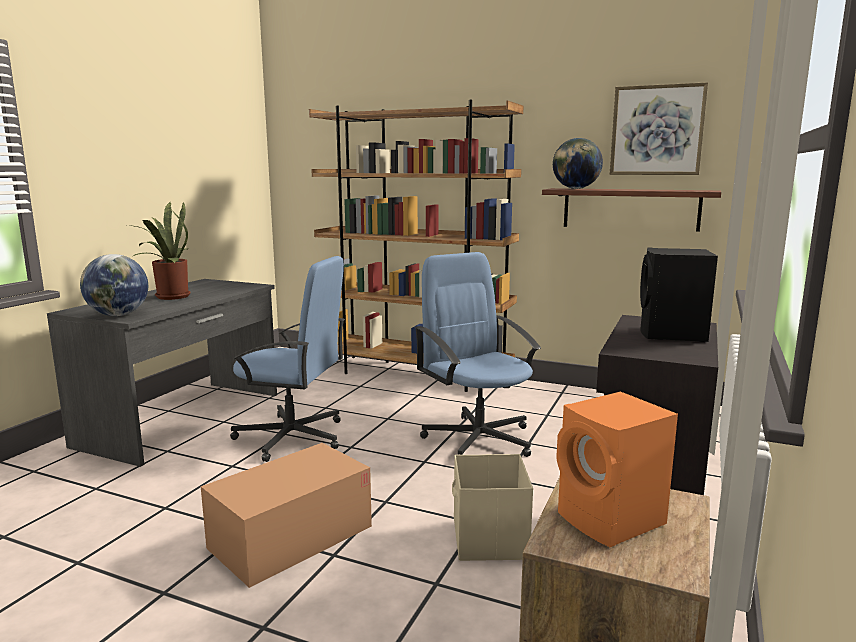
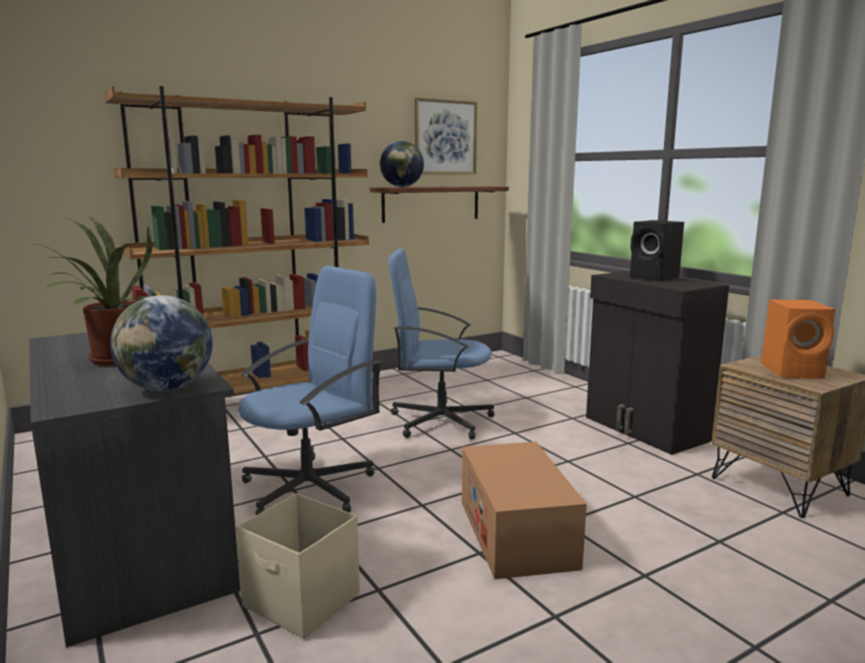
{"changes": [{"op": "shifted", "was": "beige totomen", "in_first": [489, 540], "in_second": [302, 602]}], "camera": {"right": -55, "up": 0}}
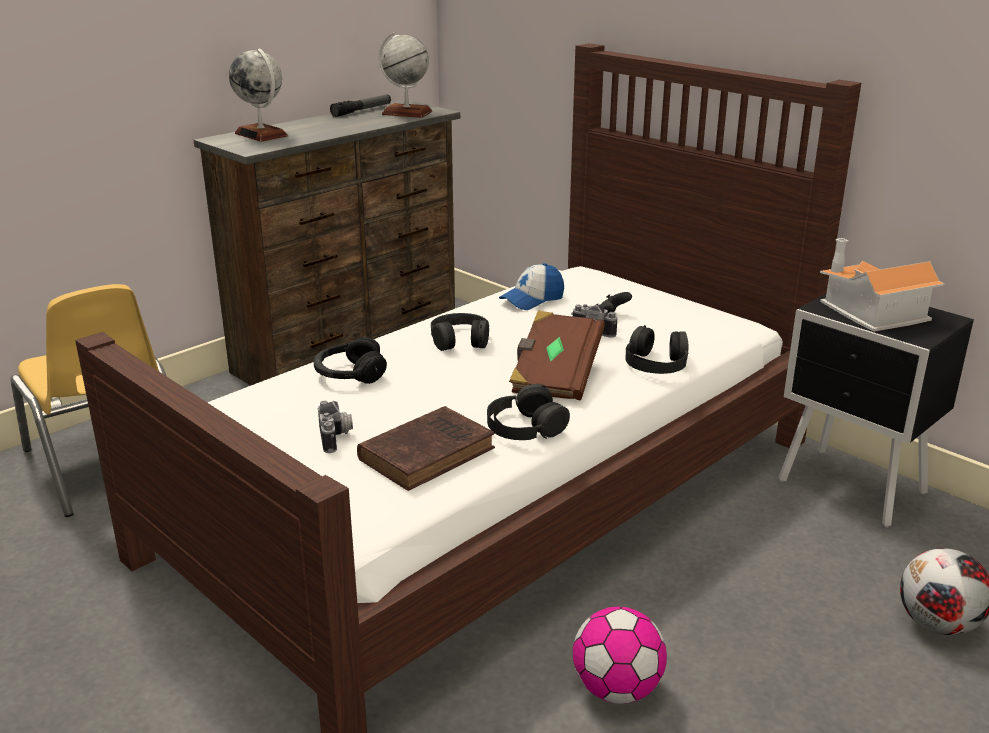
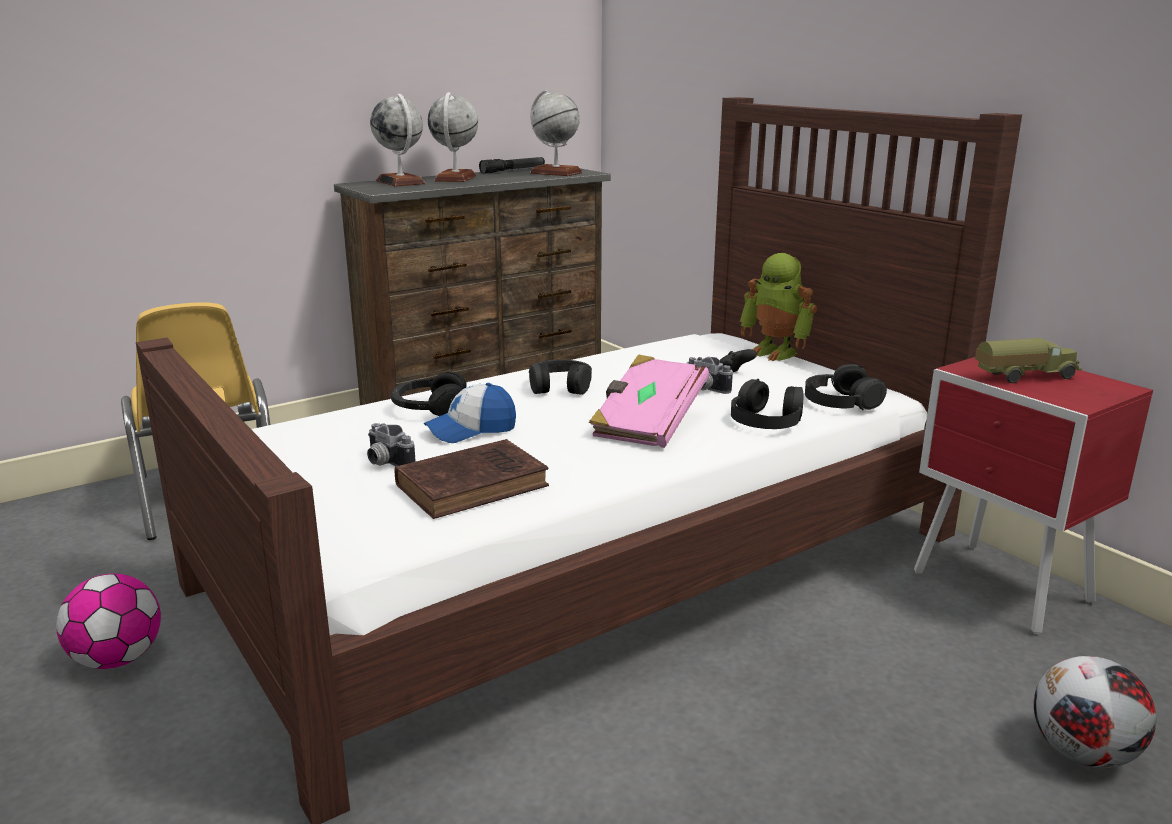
{"changes": [{"op": "new", "now": "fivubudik", "in_second": [455, 178]}, {"op": "new", "now": "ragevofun", "in_second": [775, 352]}, {"op": "shifted", "was": "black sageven", "in_first": [525, 426], "in_second": [841, 401]}, {"op": "shifted", "was": "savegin", "in_first": [532, 299], "in_second": [471, 430]}, {"op": "shifted", "was": "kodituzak", "in_first": [616, 689], "in_second": [118, 659]}, {"op": "swapped", "was": "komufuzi", "now": "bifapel", "in_first": [871, 313], "in_second": [1024, 377]}, {"op": "repainted", "was": "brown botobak", "now": "pink botobak", "in_first": [555, 376], "in_second": [647, 424]}, {"op": "repainted", "was": "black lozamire", "now": "red lozamire", "in_first": [853, 489], "in_second": [1003, 590]}, {"op": "rotated", "was": "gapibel", "in_first": [337, 437], "in_second": [385, 463], "clockwise": 135}], "camera": {"right": 10, "up": -5}}
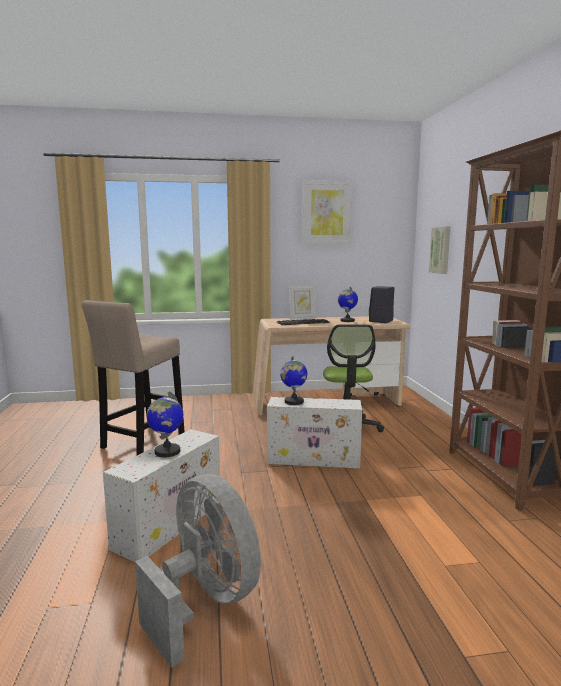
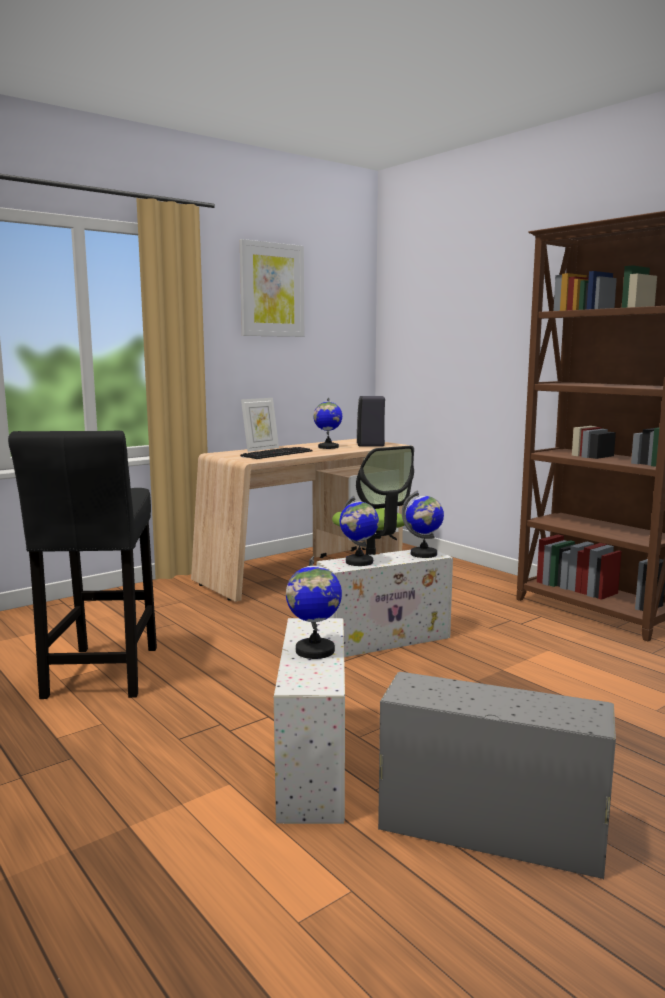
{"changes": [{"op": "gone", "was": "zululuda", "in_first": [441, 250]}, {"op": "new", "now": "fivubudik", "in_second": [424, 554]}, {"op": "swapped", "was": "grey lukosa", "now": "grey totomen", "in_first": [205, 601], "in_second": [486, 830]}, {"op": "repainted", "was": "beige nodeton", "now": "black nodeton", "in_first": [140, 442], "in_second": [101, 675]}], "camera": {"right": -30, "up": 0}}
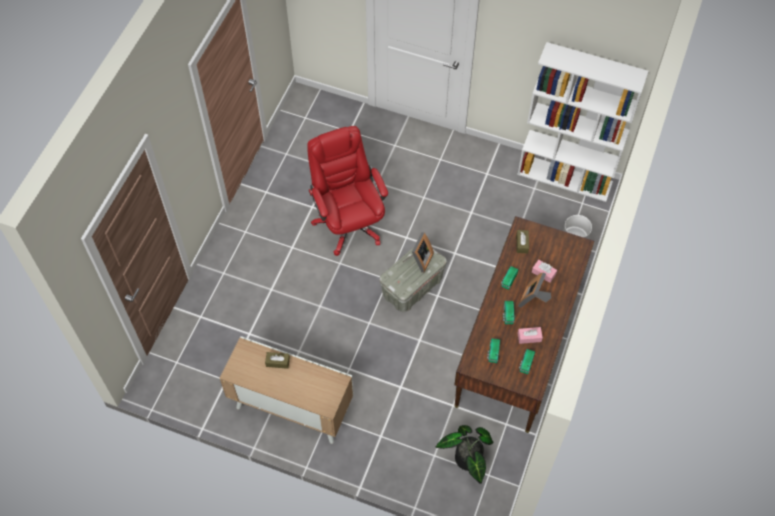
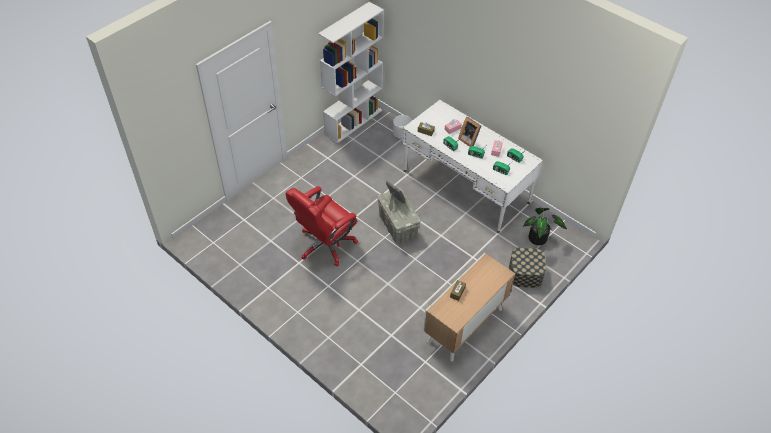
{"changes": [{"op": "new", "now": "totomen", "in_second": [525, 274]}, {"op": "repainted", "was": "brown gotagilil", "now": "white gotagilil", "in_first": [518, 344], "in_second": [465, 186]}, {"op": "rotated", "was": "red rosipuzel", "in_first": [349, 223], "in_second": [325, 245], "clockwise": -45}], "camera": {"right": -70, "up": -10}}
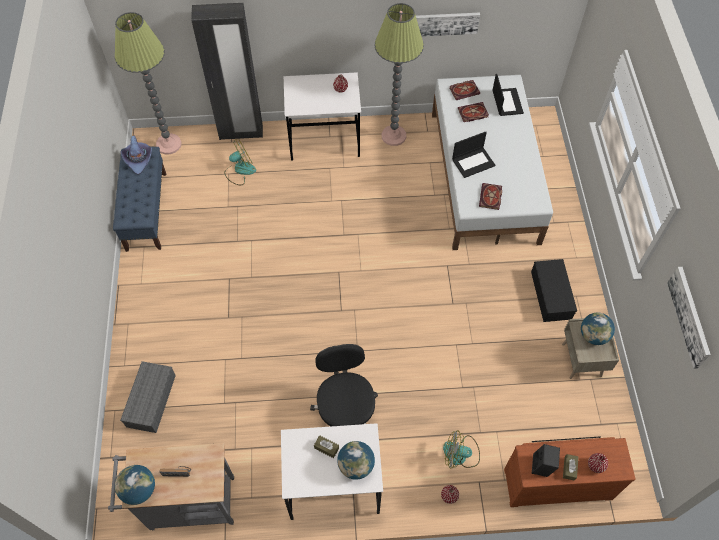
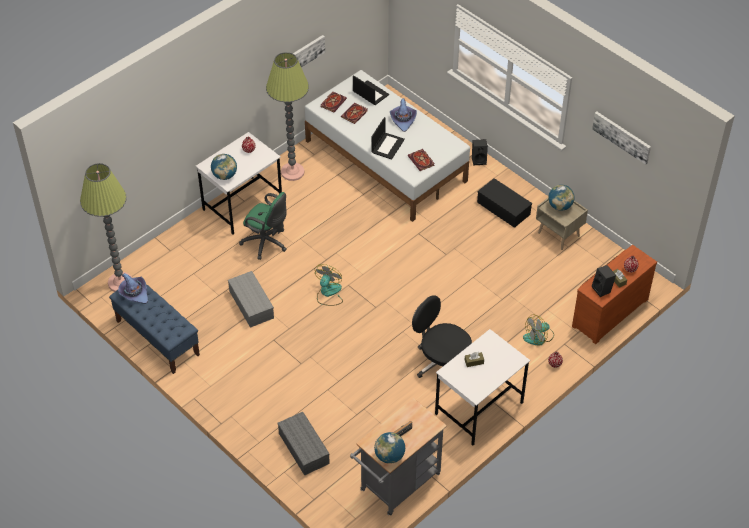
{"changes": [{"op": "gone", "was": "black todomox", "in_first": [241, 132]}, {"op": "new", "now": "grey totomen", "in_second": [250, 304]}, {"op": "new", "now": "green rosipuzel", "in_second": [267, 243]}, {"op": "new", "now": "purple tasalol", "in_second": [403, 119]}, {"op": "new", "now": "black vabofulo", "in_second": [479, 160]}, {"op": "shifted", "was": "lukosa", "in_first": [240, 170], "in_second": [328, 293]}, {"op": "shifted", "was": "fivubudik", "in_first": [356, 465], "in_second": [225, 175]}], "camera": {"right": -40, "up": -10}}
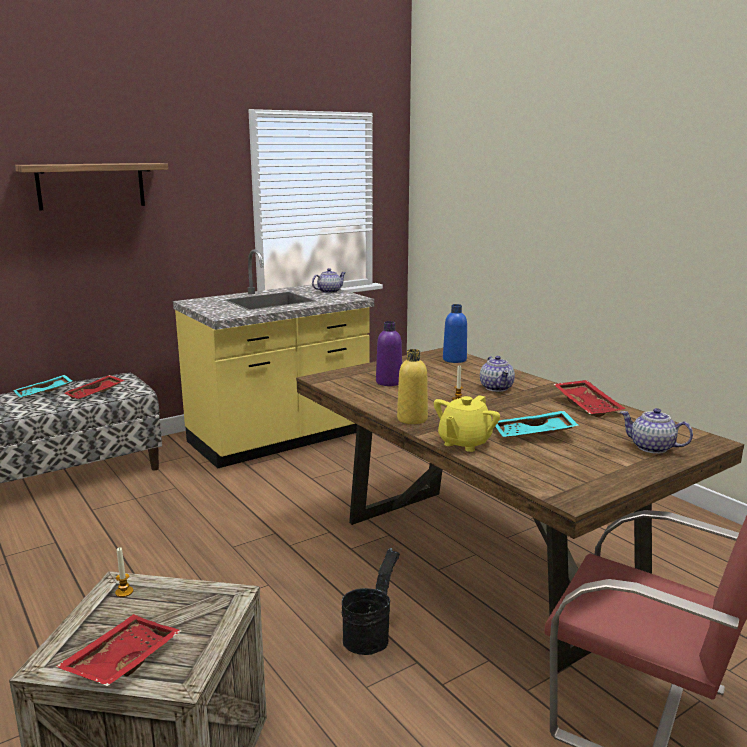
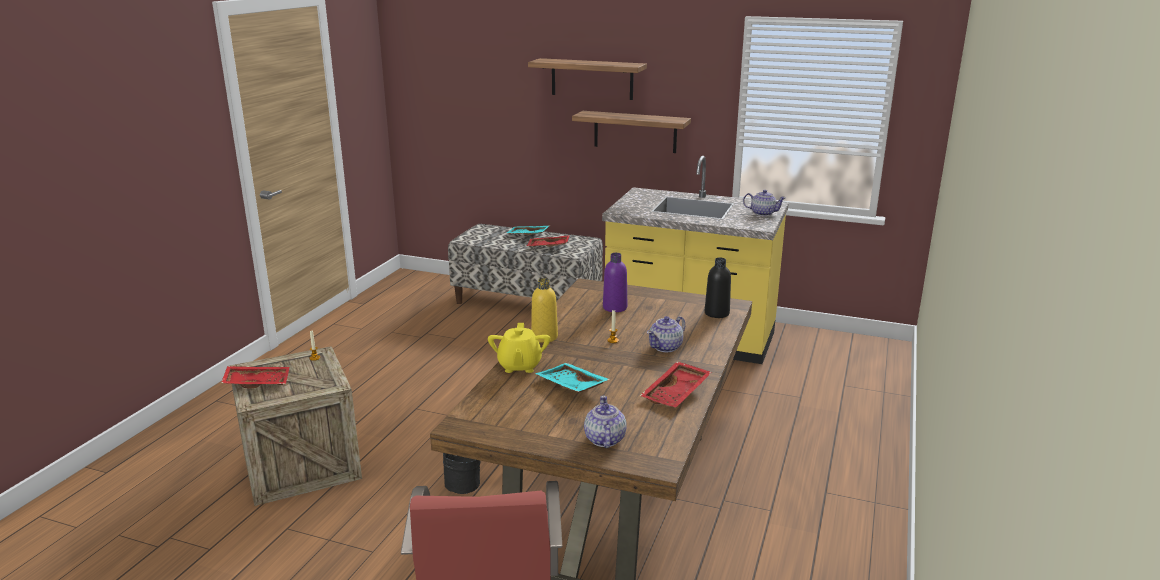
{"changes": [{"op": "new", "now": "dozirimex", "in_second": [635, 132]}, {"op": "repainted", "was": "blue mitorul", "now": "black mitorul", "in_first": [454, 360], "in_second": [716, 313]}, {"op": "rotated", "was": "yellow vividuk", "in_first": [464, 443], "in_second": [519, 366], "clockwise": -90}], "camera": {"right": 55, "up": 5}}
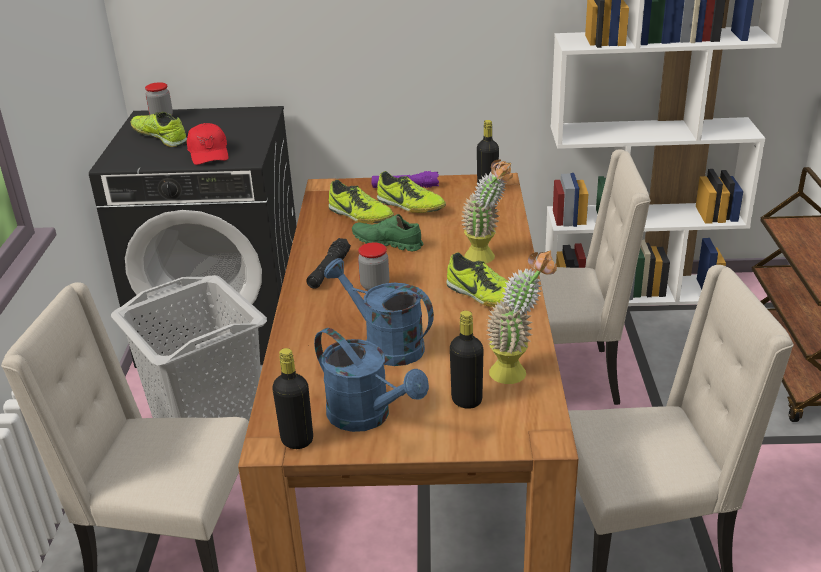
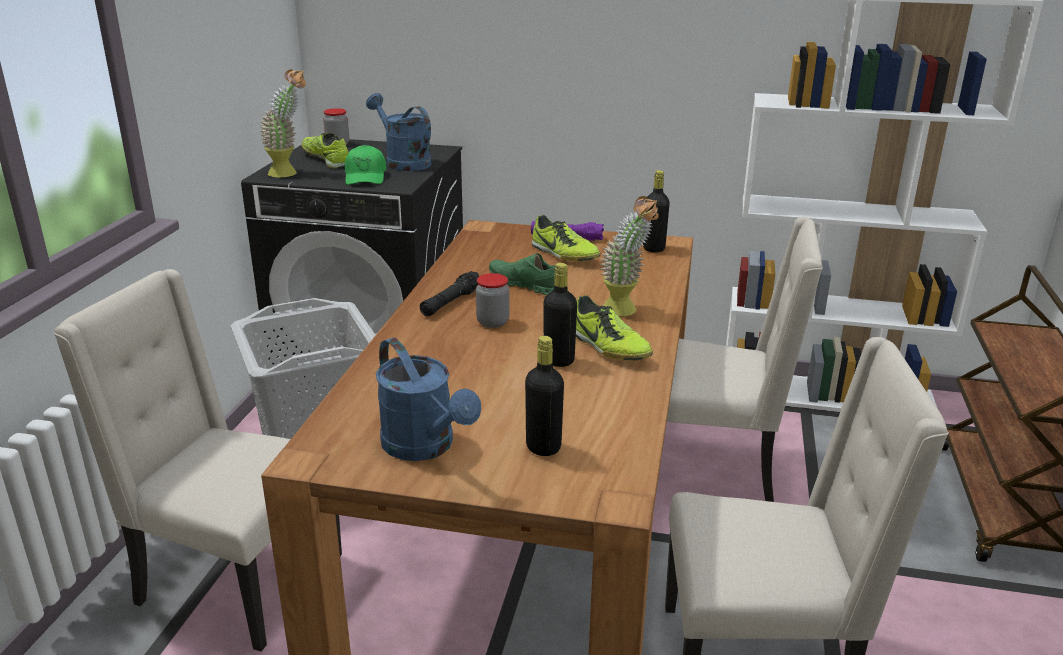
{"changes": [{"op": "gone", "was": "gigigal", "in_first": [360, 216]}, {"op": "shifted", "was": "black mitorul", "in_first": [297, 440], "in_second": [559, 360]}, {"op": "shifted", "was": "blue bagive", "in_first": [385, 345], "in_second": [403, 162]}, {"op": "shifted", "was": "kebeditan", "in_first": [517, 371], "in_second": [290, 173]}, {"op": "repainted", "was": "red savegin", "now": "green savegin", "in_first": [209, 153], "in_second": [366, 177]}], "camera": {"right": 10, "up": -5}}
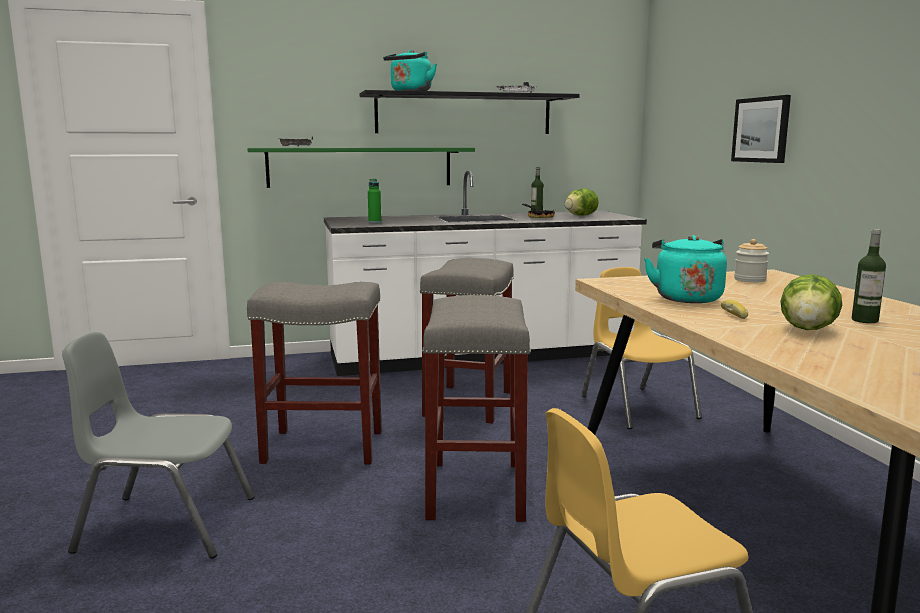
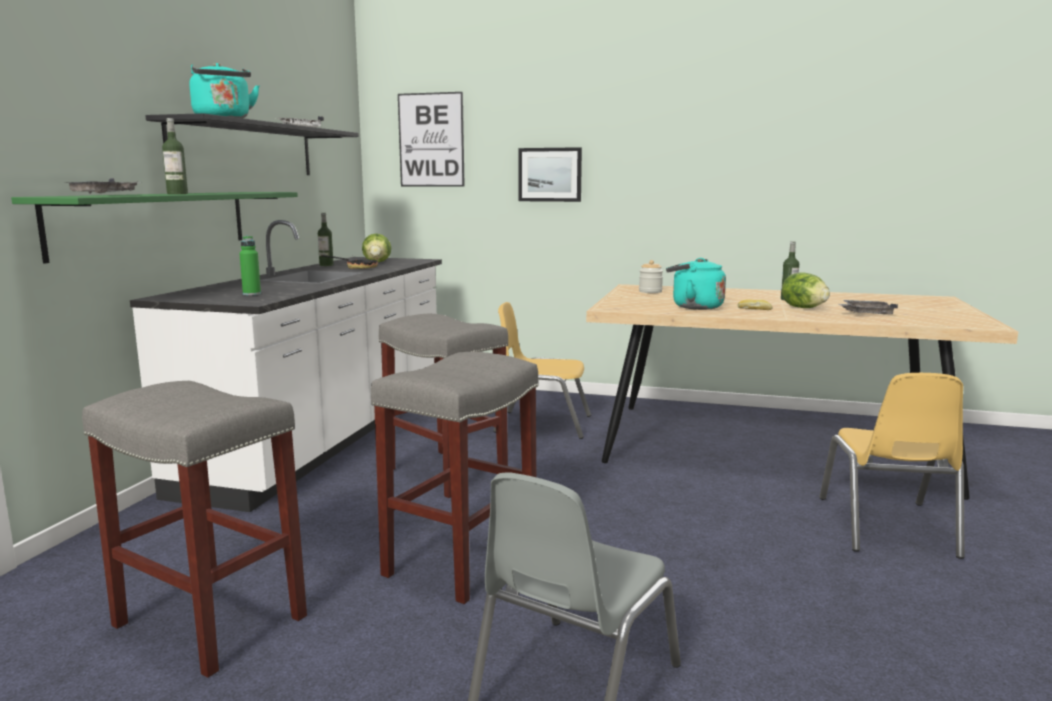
{"changes": [{"op": "new", "now": "mitorul", "in_second": [177, 194]}, {"op": "new", "now": "zululuda", "in_second": [431, 140]}, {"op": "new", "now": "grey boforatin", "in_second": [865, 314]}, {"op": "shifted", "was": "grey nodeton", "in_first": [475, 489], "in_second": [207, 621]}], "camera": {"right": -60, "up": 0}}
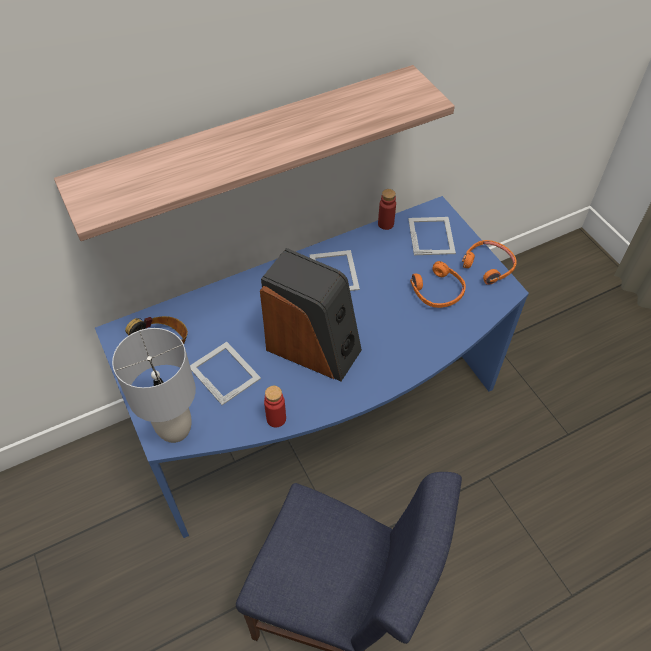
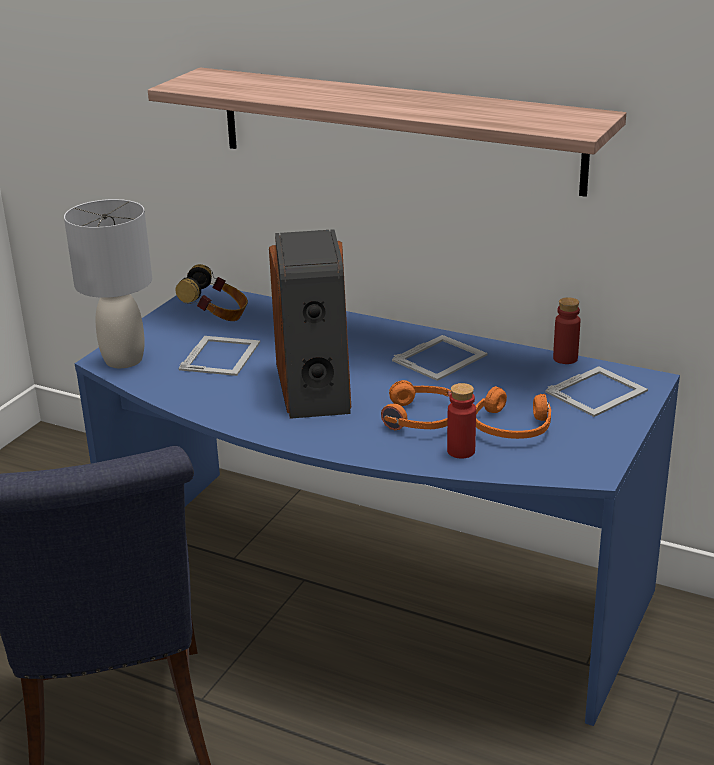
{"changes": [{"op": "shifted", "was": "red mitorul", "in_first": [276, 418], "in_second": [461, 451]}, {"op": "shifted", "was": "orange sageven", "in_first": [488, 266], "in_second": [422, 418]}], "camera": {"right": 55, "up": -25}}
